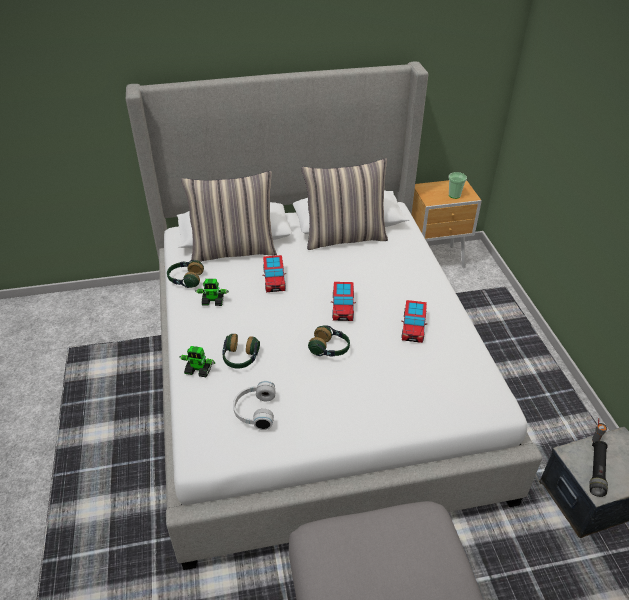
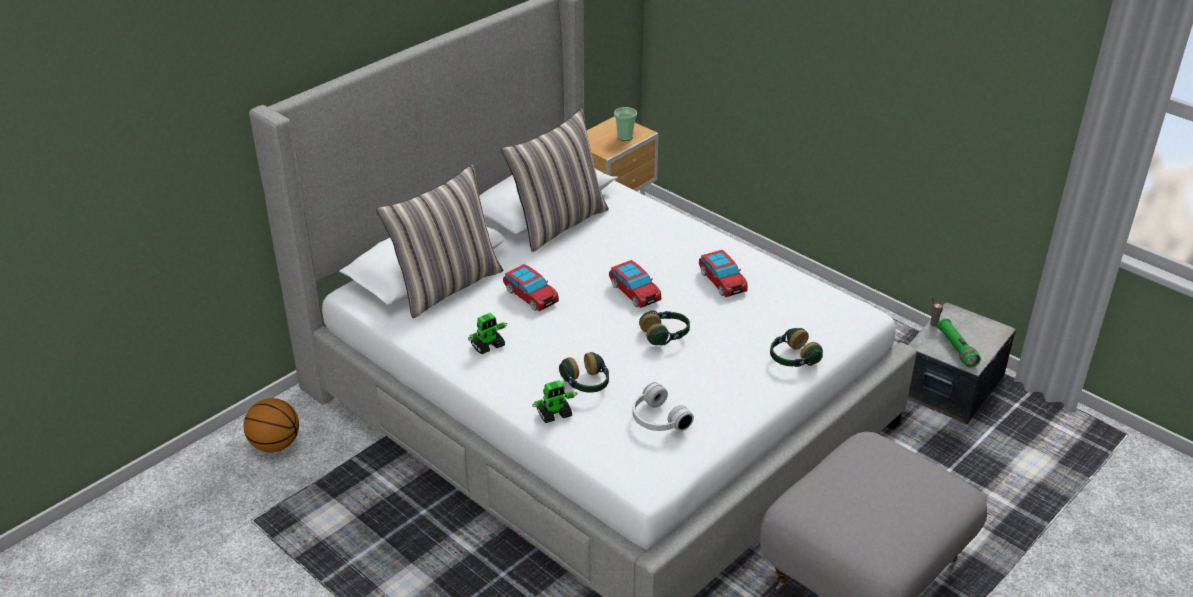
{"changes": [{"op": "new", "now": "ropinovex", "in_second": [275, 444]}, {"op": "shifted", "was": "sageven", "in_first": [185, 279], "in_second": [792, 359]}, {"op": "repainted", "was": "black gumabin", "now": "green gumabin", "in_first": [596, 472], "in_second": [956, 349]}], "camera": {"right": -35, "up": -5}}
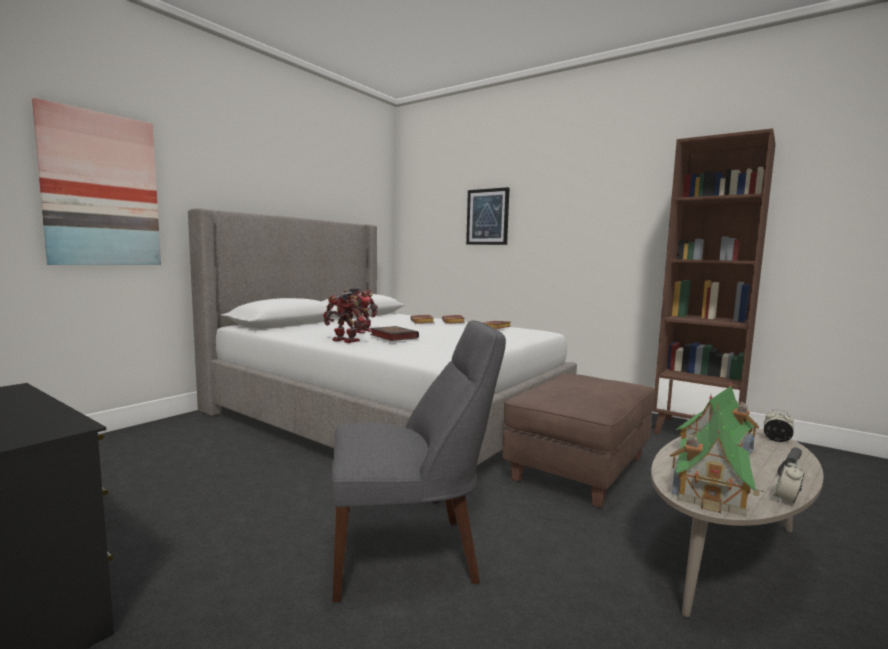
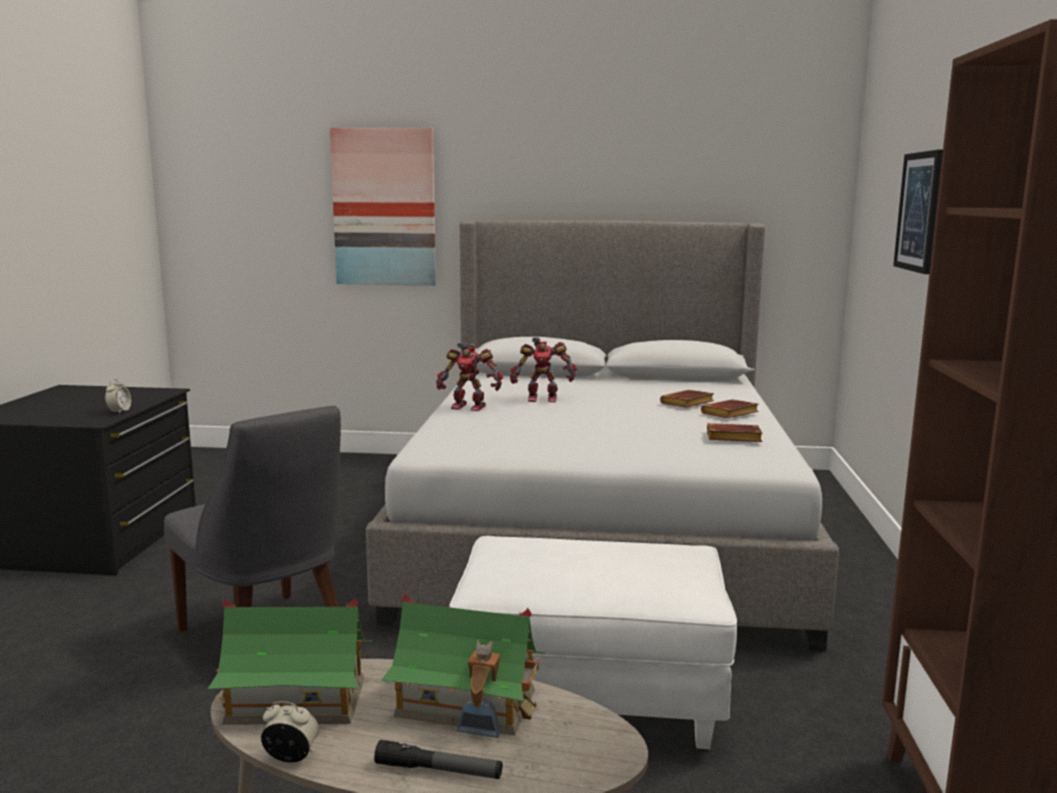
{"changes": [{"op": "gone", "was": "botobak", "in_first": [392, 336]}, {"op": "shifted", "was": "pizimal", "in_first": [776, 440], "in_second": [119, 412]}, {"op": "repainted", "was": "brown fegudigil", "now": "white fegudigil", "in_first": [579, 469], "in_second": [589, 698]}, {"op": "rotated", "was": "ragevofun", "in_first": [344, 341], "in_second": [469, 406], "clockwise": 105}], "camera": {"right": 60, "up": 5}}
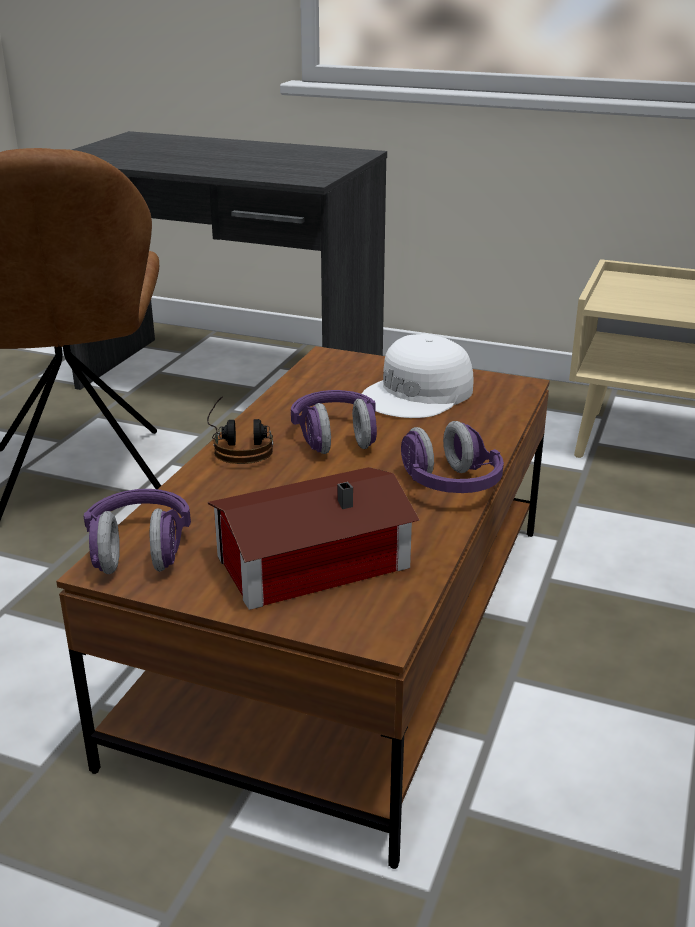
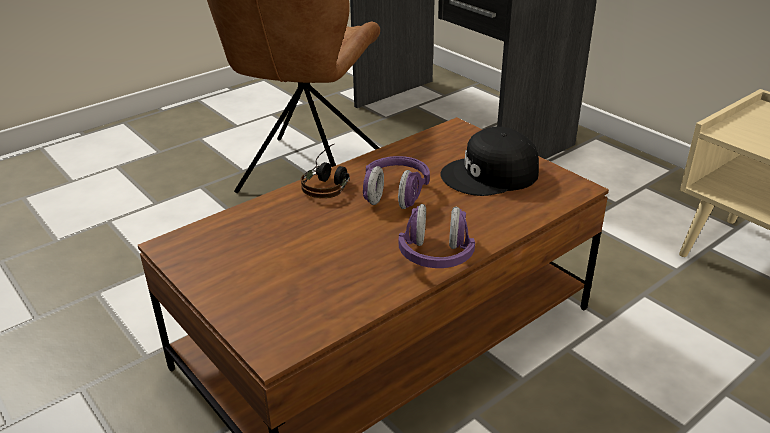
{"changes": [{"op": "gone", "was": "purple sageven", "in_first": [139, 551]}, {"op": "gone", "was": "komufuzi", "in_first": [306, 560]}, {"op": "repainted", "was": "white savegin", "now": "black savegin", "in_first": [419, 394], "in_second": [490, 175]}], "camera": {"right": 30, "up": 5}}
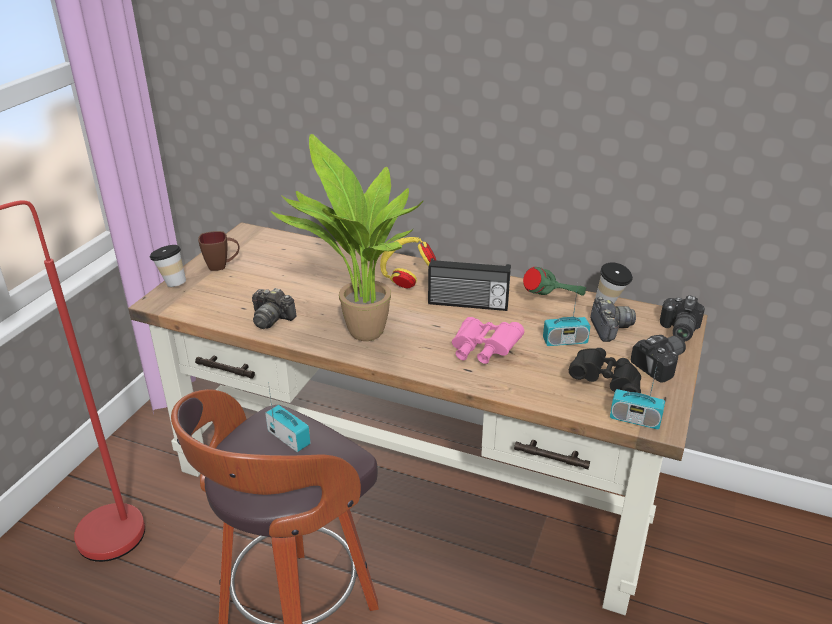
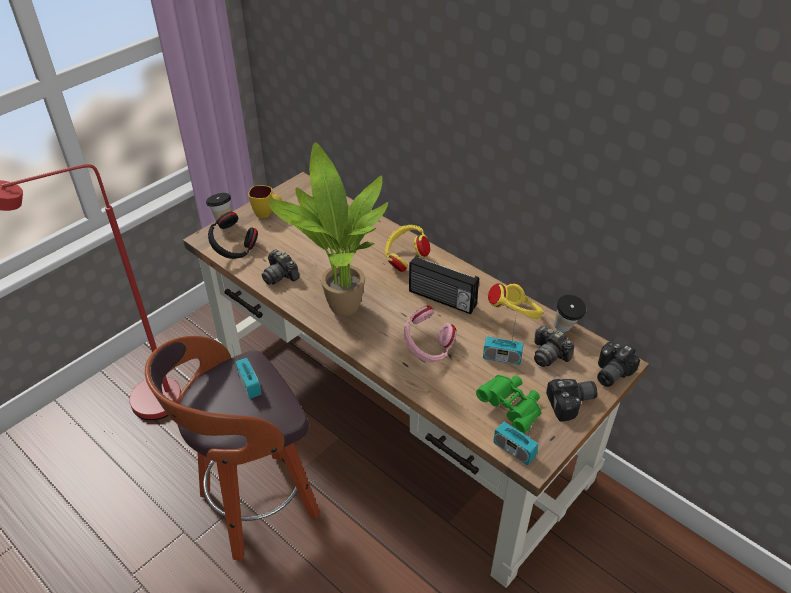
{"changes": [{"op": "new", "now": "black sageven", "in_second": [234, 251]}, {"op": "swapped", "was": "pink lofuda", "now": "pink sageven", "in_first": [483, 351], "in_second": [427, 349]}, {"op": "repainted", "was": "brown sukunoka", "now": "yellow sukunoka", "in_first": [222, 266], "in_second": [267, 214]}, {"op": "repainted", "was": "green sageven", "now": "yellow sageven", "in_first": [553, 303], "in_second": [515, 316]}, {"op": "repainted", "was": "black lofuda", "now": "green lofuda", "in_first": [605, 383], "in_second": [511, 408]}, {"op": "rotated", "was": "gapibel", "in_first": [609, 328], "in_second": [549, 355], "clockwise": 120}], "camera": {"right": 20, "up": 10}}
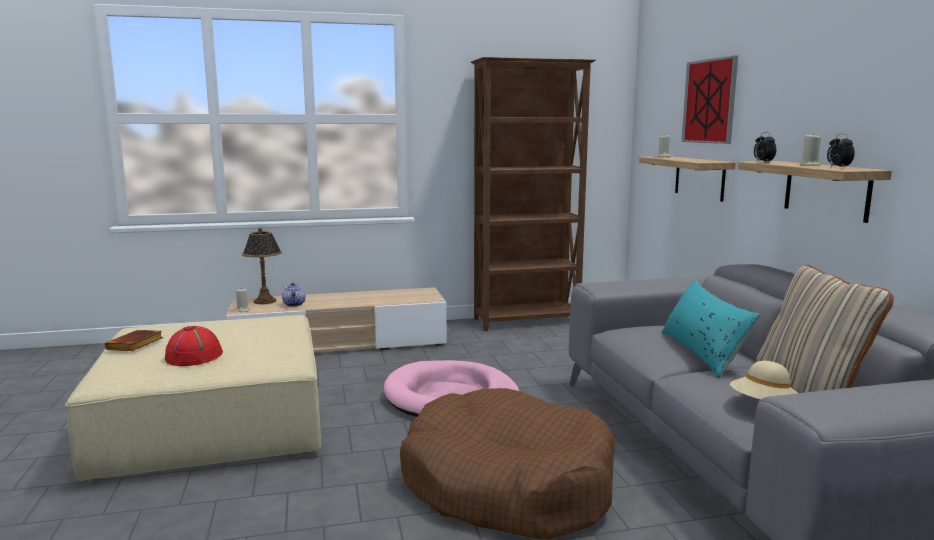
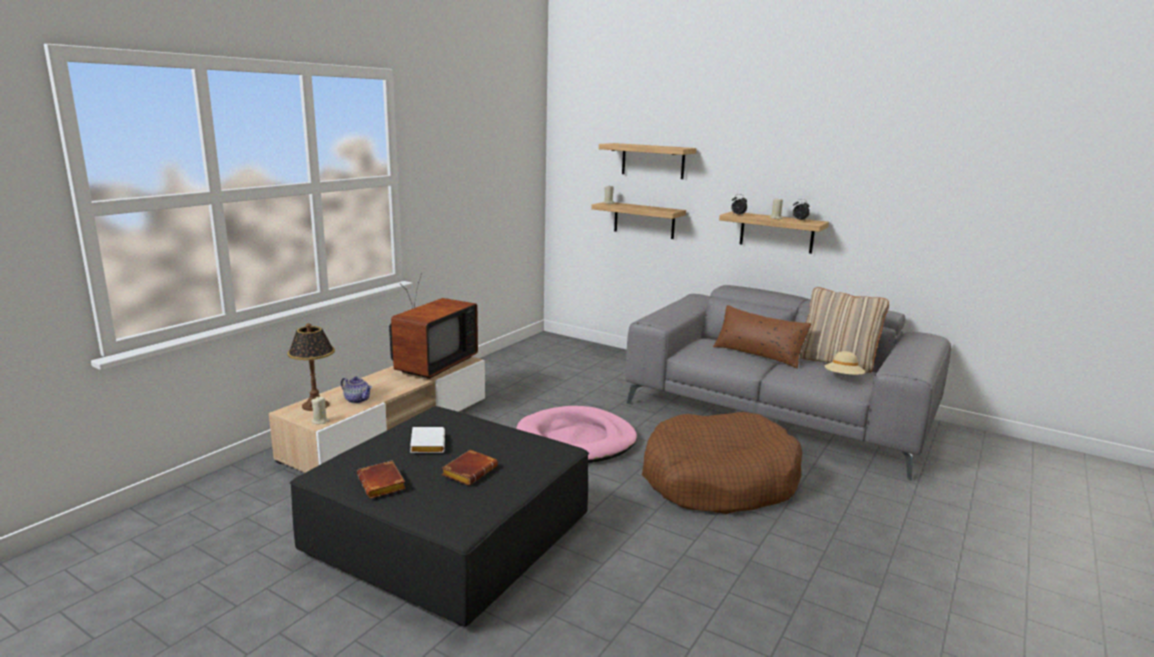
{"changes": [{"op": "gone", "was": "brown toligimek", "in_first": [527, 321]}, {"op": "new", "now": "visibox", "in_second": [431, 365]}, {"op": "new", "now": "white botobak", "in_second": [426, 444]}, {"op": "swapped", "was": "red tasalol", "now": "brown botobak", "in_first": [194, 356], "in_second": [469, 471]}, {"op": "swapped", "was": "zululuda", "now": "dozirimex", "in_first": [709, 101], "in_second": [653, 161]}, {"op": "repainted", "was": "beige fegudigil", "now": "black fegudigil", "in_first": [215, 424], "in_second": [449, 535]}, {"op": "repainted", "was": "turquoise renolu", "now": "brown renolu", "in_first": [703, 352], "in_second": [758, 354]}], "camera": {"right": -45, "up": 5}}
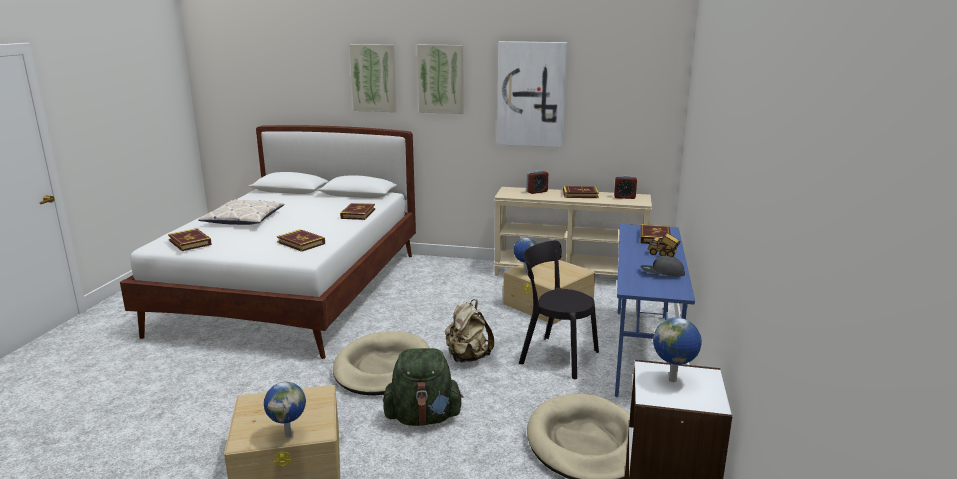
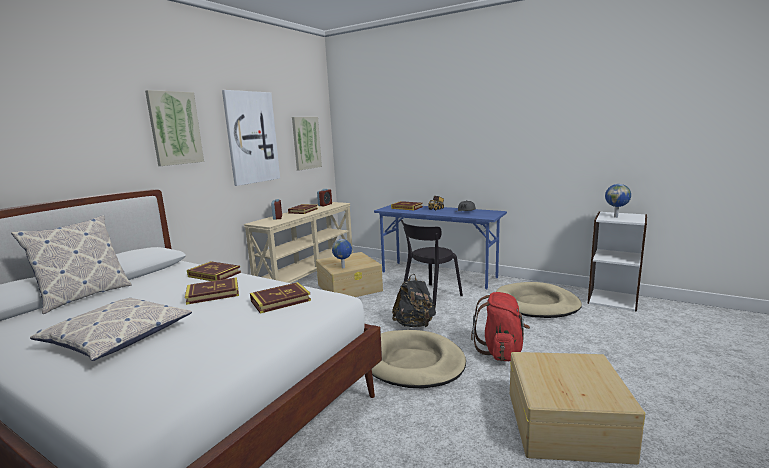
{"changes": [{"op": "gone", "was": "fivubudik", "in_first": [289, 435]}, {"op": "new", "now": "renolu", "in_second": [84, 296]}, {"op": "shifted", "was": "botobak", "in_first": [190, 242], "in_second": [213, 294]}, {"op": "shifted", "was": "zululuda", "in_first": [374, 78], "in_second": [306, 143]}, {"op": "repainted", "was": "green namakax", "now": "red namakax", "in_first": [423, 418], "in_second": [501, 351]}, {"op": "repainted", "was": "beige namakax", "now": "black namakax", "in_first": [467, 357], "in_second": [415, 325]}], "camera": {"right": -70, "up": -5}}
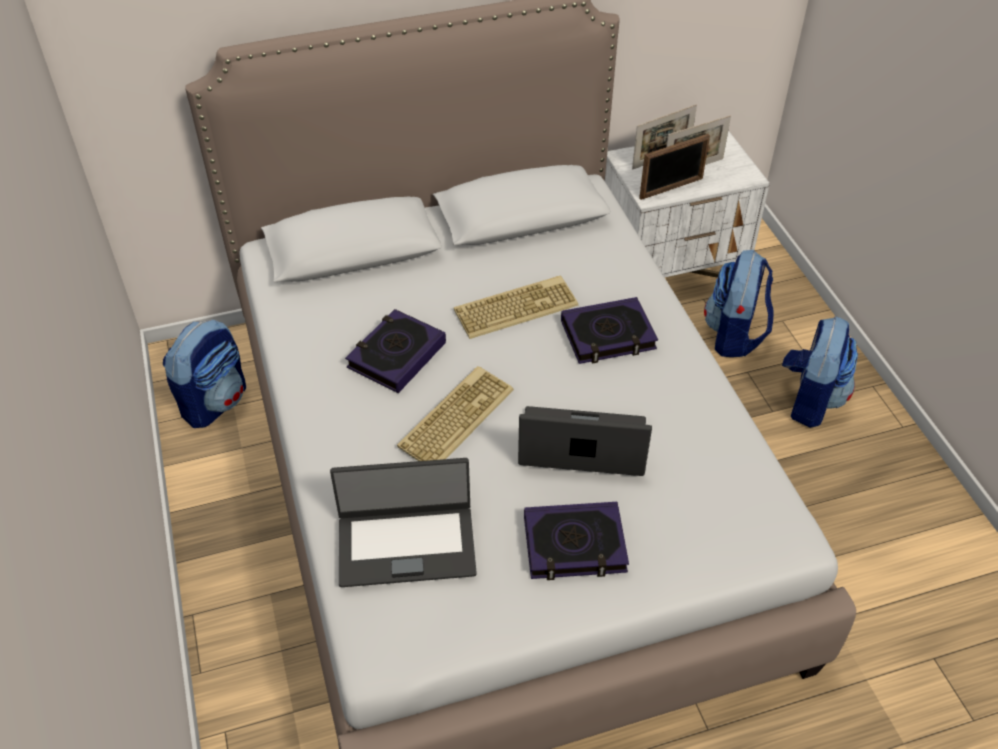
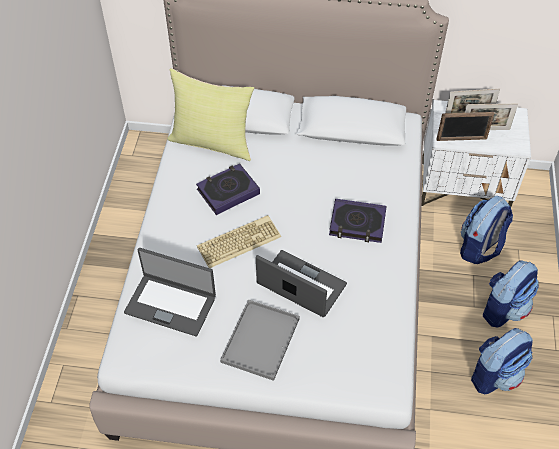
{"changes": [{"op": "gone", "was": "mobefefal", "in_first": [516, 306]}, {"op": "new", "now": "yellow renolu", "in_second": [213, 142]}, {"op": "shifted", "was": "namakax", "in_first": [215, 401], "in_second": [495, 374]}, {"op": "swapped", "was": "botobak", "now": "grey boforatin", "in_first": [574, 545], "in_second": [260, 341]}], "camera": {"right": 25, "up": 5}}
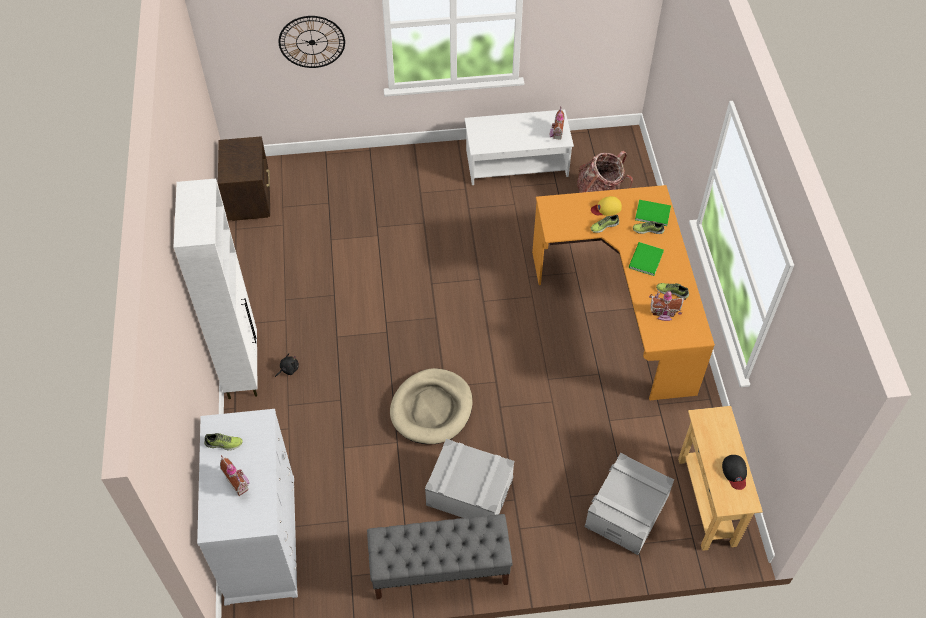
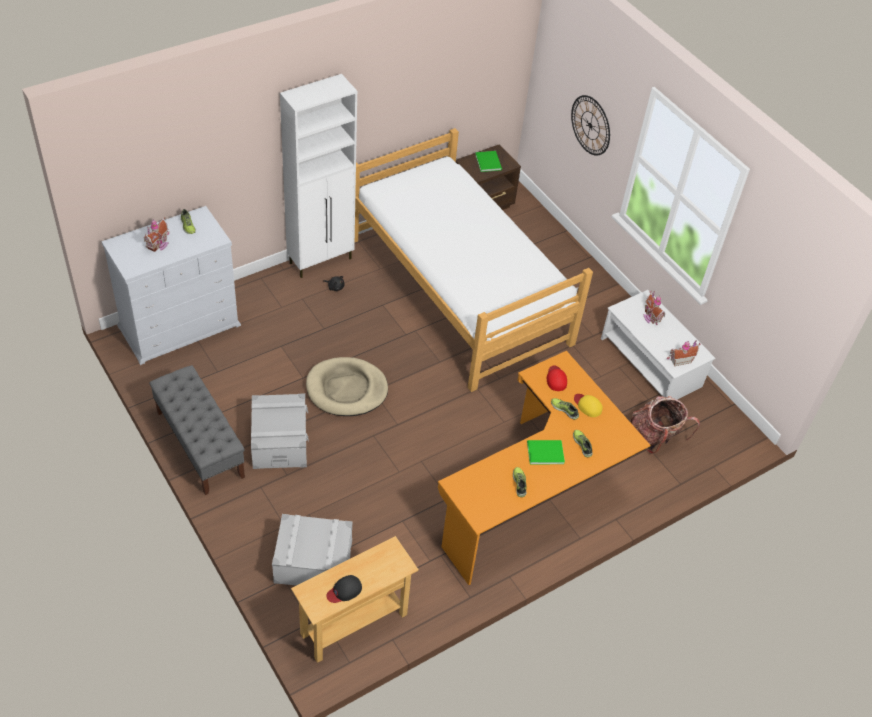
{"changes": [{"op": "new", "now": "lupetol", "in_second": [459, 290]}, {"op": "new", "now": "red savegin", "in_second": [556, 379]}, {"op": "shifted", "was": "green botobak", "in_first": [651, 212], "in_second": [488, 161]}, {"op": "shifted", "was": "komufuzi", "in_first": [663, 314], "in_second": [650, 317]}], "camera": {"right": 60, "up": -5}}
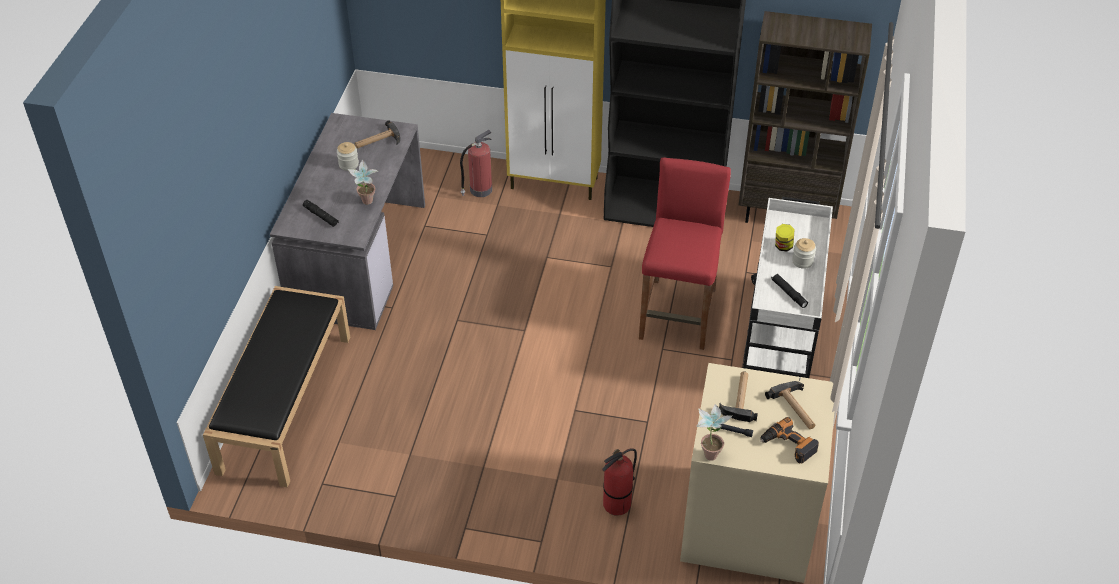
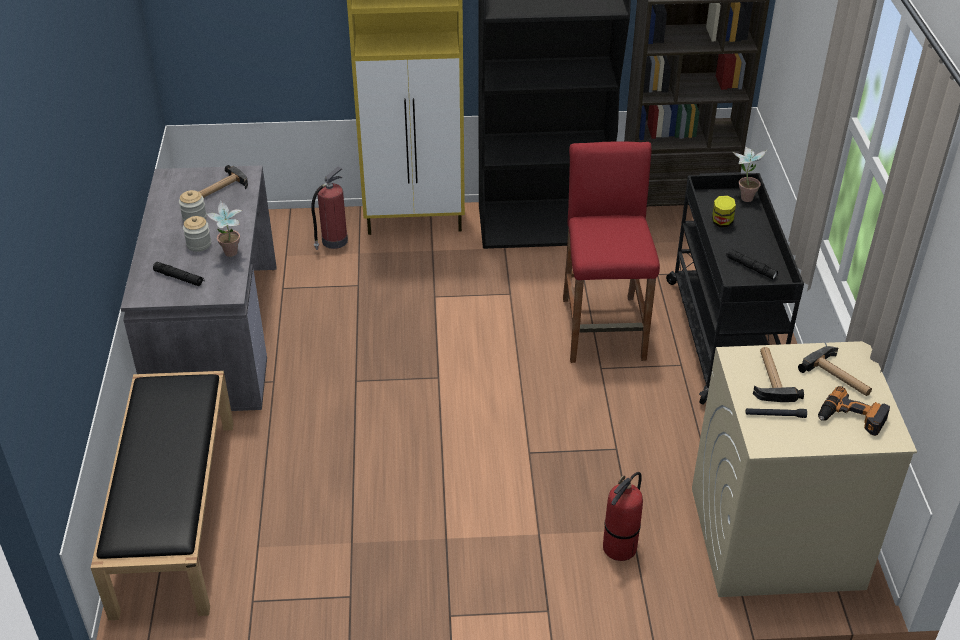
{"changes": [{"op": "shifted", "was": "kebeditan", "in_first": [709, 451], "in_second": [744, 196]}, {"op": "shifted", "was": "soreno", "in_first": [802, 261], "in_second": [199, 244]}, {"op": "repainted", "was": "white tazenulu", "now": "black tazenulu", "in_first": [778, 341], "in_second": [722, 336]}], "camera": {"right": -15, "up": -5}}
